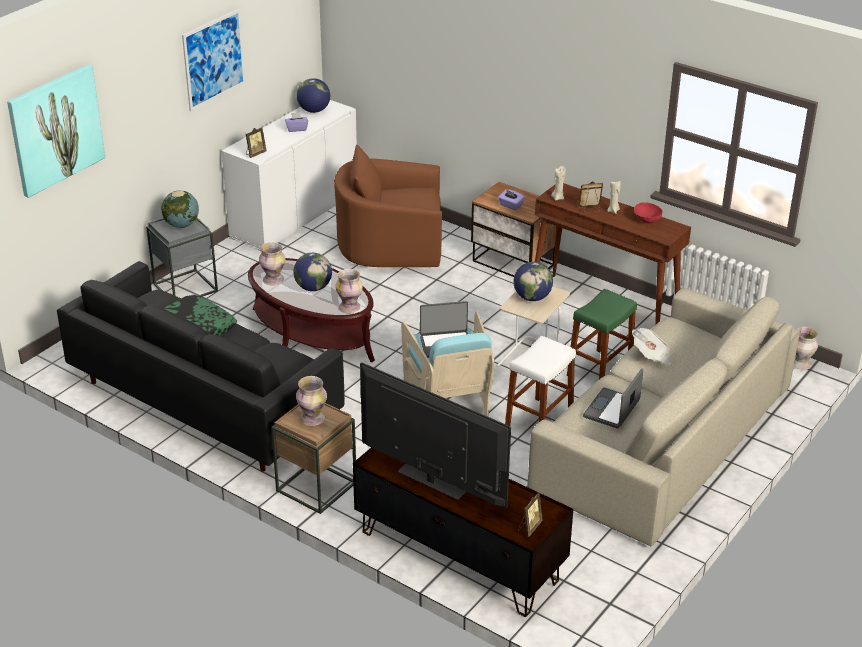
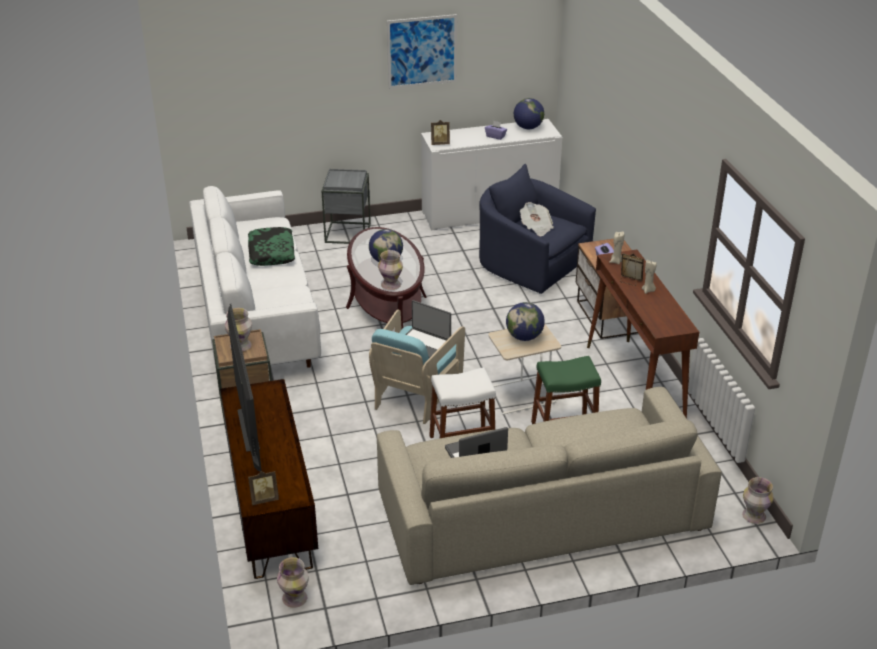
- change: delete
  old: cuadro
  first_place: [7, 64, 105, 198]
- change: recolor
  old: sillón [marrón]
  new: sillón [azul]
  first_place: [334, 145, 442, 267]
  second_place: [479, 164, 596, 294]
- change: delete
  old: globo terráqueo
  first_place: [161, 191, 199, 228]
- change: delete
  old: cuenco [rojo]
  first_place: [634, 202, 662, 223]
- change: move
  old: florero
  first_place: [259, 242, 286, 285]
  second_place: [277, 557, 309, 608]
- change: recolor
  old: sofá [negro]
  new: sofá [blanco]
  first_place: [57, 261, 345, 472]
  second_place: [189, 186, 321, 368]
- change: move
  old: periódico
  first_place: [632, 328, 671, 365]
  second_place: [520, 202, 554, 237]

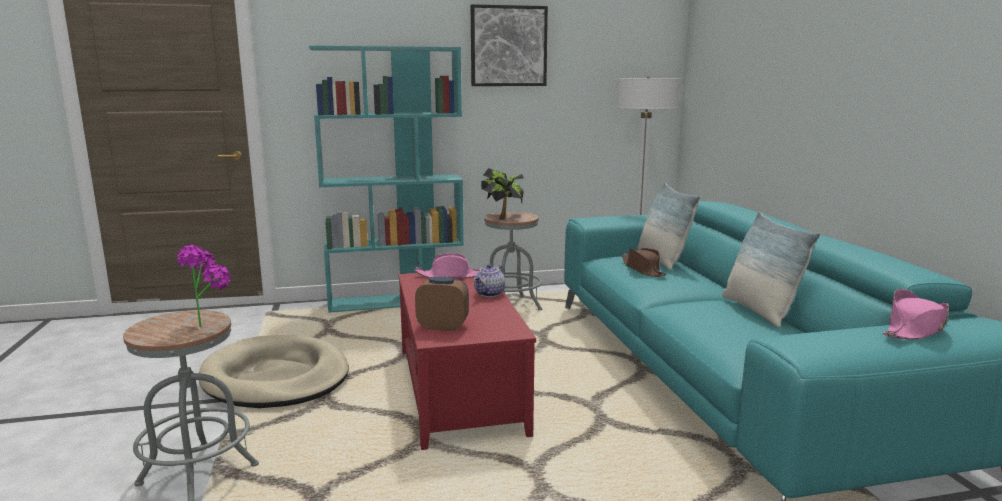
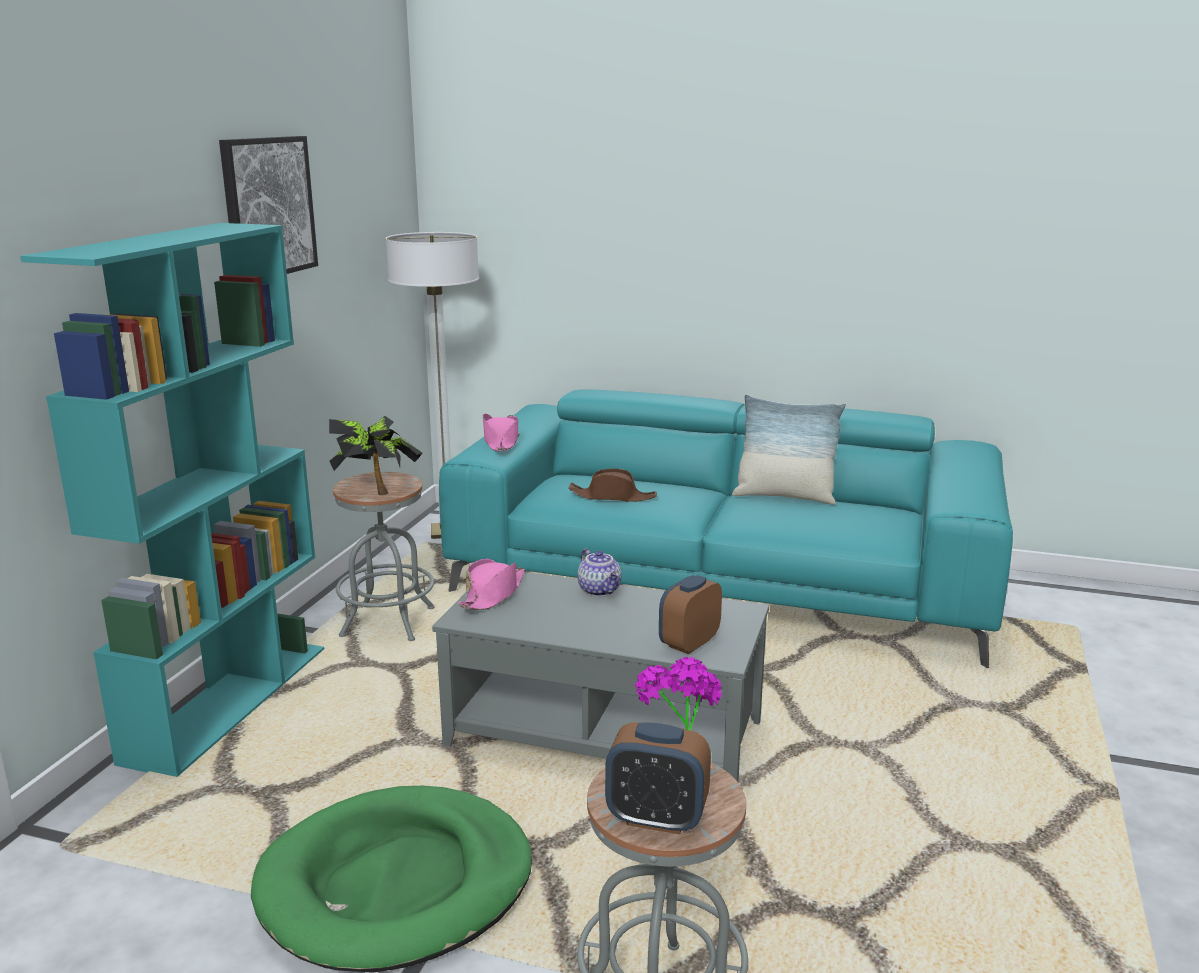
- change: delete
  old: cojín
  first_place: [637, 183, 700, 270]
- change: recolor
  old: mesa de centro [rojo]
  new: mesa de centro [gris]
  first_place: [398, 269, 536, 450]
  second_place: [432, 572, 769, 782]
- change: move
  old: sombrero [rosa]
  first_place: [883, 289, 949, 340]
  second_place: [483, 414, 519, 451]
- change: recolor
  old: cama para perro [beis]
  new: cama para perro [verde]
  first_place: [198, 335, 349, 408]
  second_place: [251, 786, 532, 973]
- change: insert
  new: despertador
  second_place: [605, 722, 711, 834]

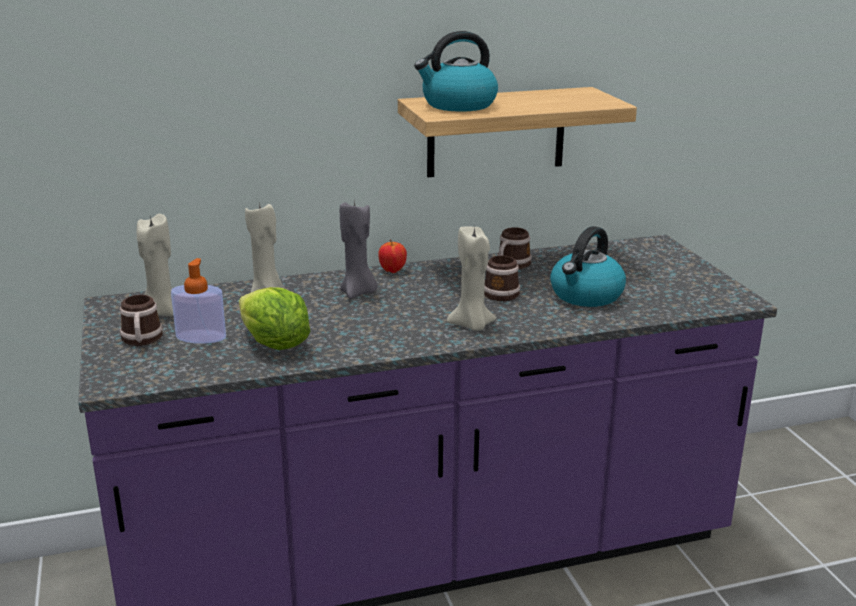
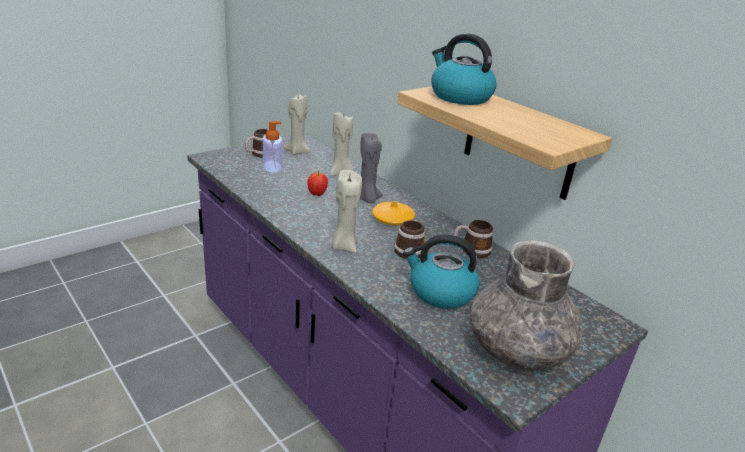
- change: move
  old: manzana
  first_place: [378, 239, 407, 273]
  second_place: [307, 171, 328, 196]
- change: delete
  old: lechuga
  first_place: [239, 287, 310, 350]
- change: insert
  new: florero [naranja]
  second_place: [372, 201, 415, 225]
- change: insert
  new: florero [gris]
  second_place: [470, 240, 582, 370]

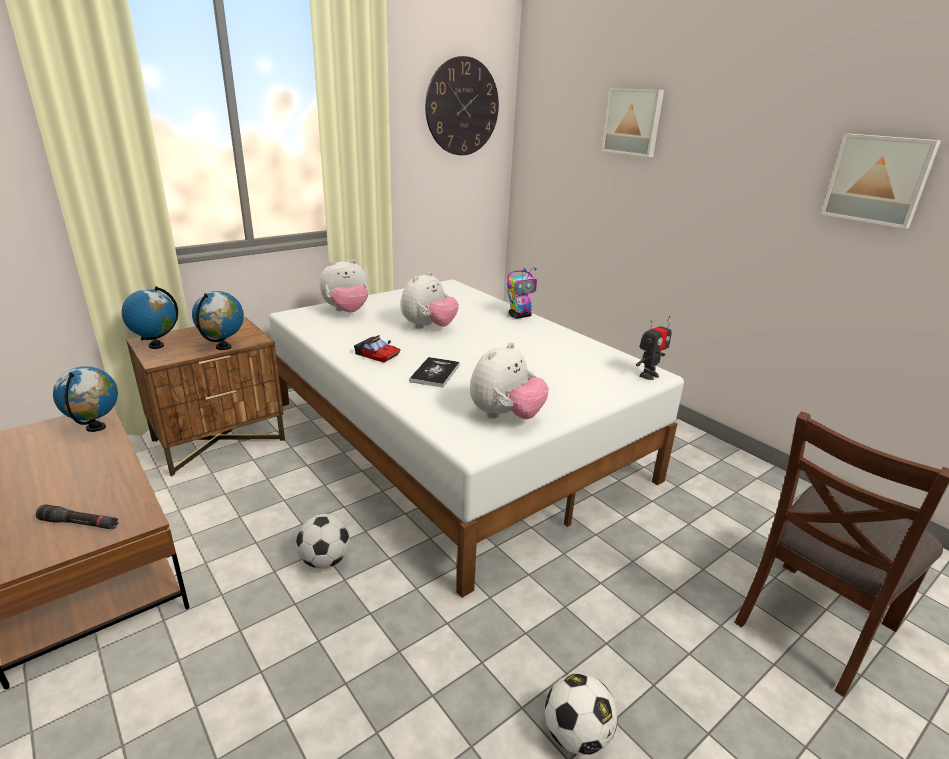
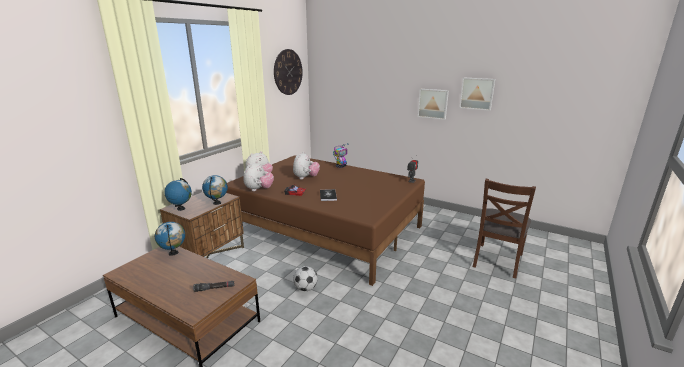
- change: move
  old: cuadro
  first_place: [602, 88, 664, 157]
  second_place: [418, 89, 449, 120]
- change: recolor
  old: cama [blanco]
  new: cama [marrón]
  first_place: [269, 279, 684, 598]
  second_place: [226, 155, 425, 286]
- change: move
  old: peluche
  first_place: [470, 342, 549, 419]
  second_place: [244, 161, 274, 191]
- change: delete
  old: balón de fútbol
  first_place: [545, 673, 618, 755]

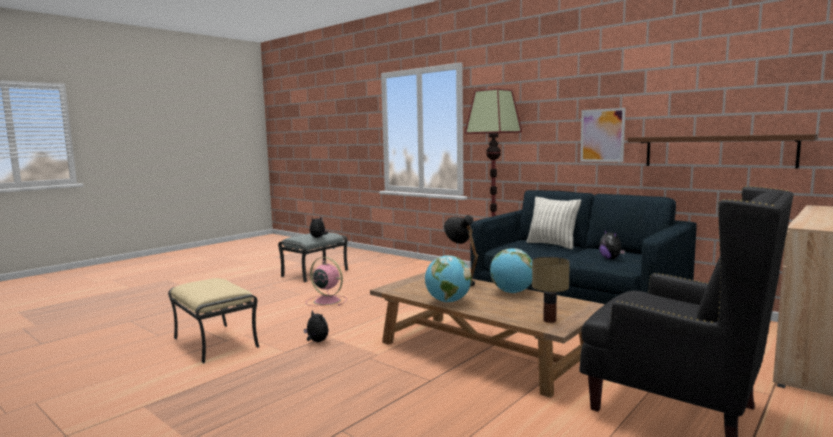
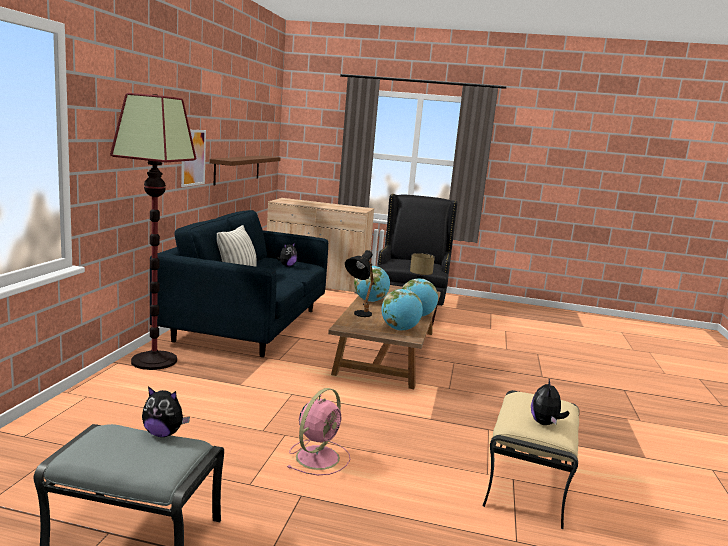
- change: rotate
  old: ventilador [rosa]
  first_place: [306, 257, 347, 306]
  second_place: [287, 388, 350, 475]
  degrees: -150
- change: move
  old: peluche
  first_place: [304, 310, 329, 342]
  second_place: [531, 379, 569, 425]
- change: insert
  new: globo terráqueo
  second_place: [382, 289, 423, 331]

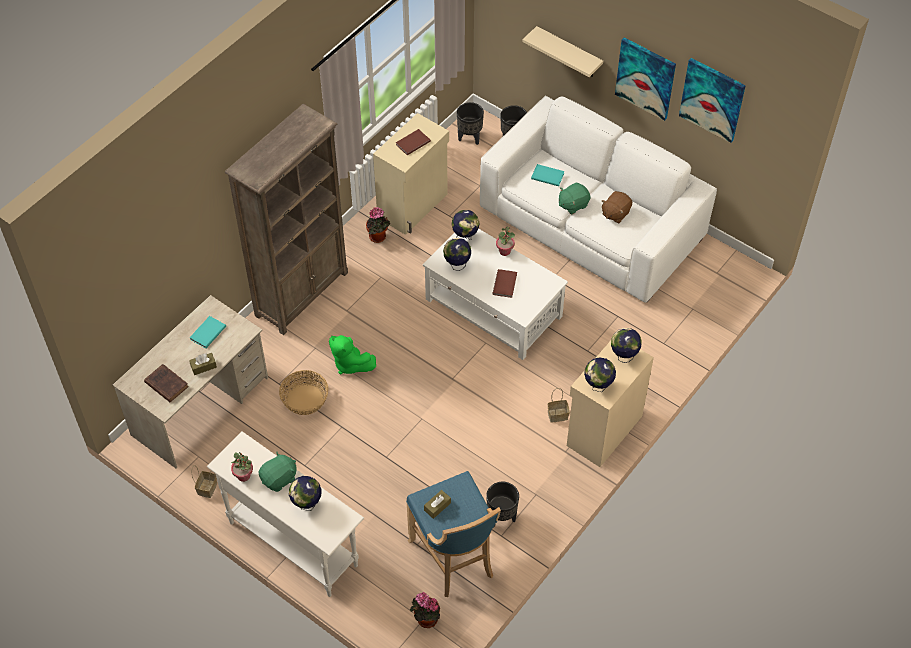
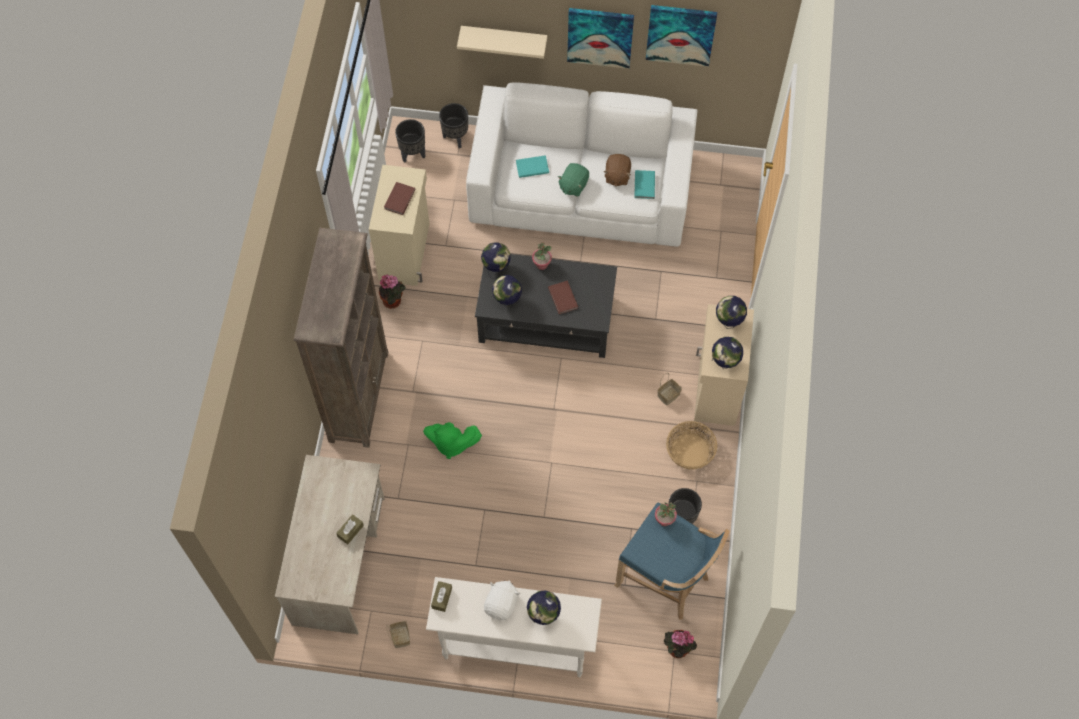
- change: recolor
  old: mesa de centro [blanco]
  new: mesa de centro [negro]
  first_place: [423, 229, 568, 360]
  second_place: [475, 254, 617, 358]
- change: move
  old: libro [turquesa]
  first_place: [190, 316, 226, 348]
  second_place: [634, 170, 655, 199]
- change: delete
  old: libro [marrón]
  first_place: [144, 364, 189, 402]
- change: move
  old: cesta
  first_place: [279, 370, 328, 415]
  second_place: [666, 421, 717, 470]
- change: move
  old: planta en maceta
  first_place: [231, 452, 253, 482]
  second_place: [655, 502, 677, 526]
- change: recolor
  old: peluche [verde]
  new: peluche [blanco]
  first_place: [259, 452, 296, 492]
  second_place: [484, 580, 521, 620]
- change: move
  old: caja de pañuelos [marrón]
  first_place: [424, 490, 451, 519]
  second_place: [431, 581, 452, 612]

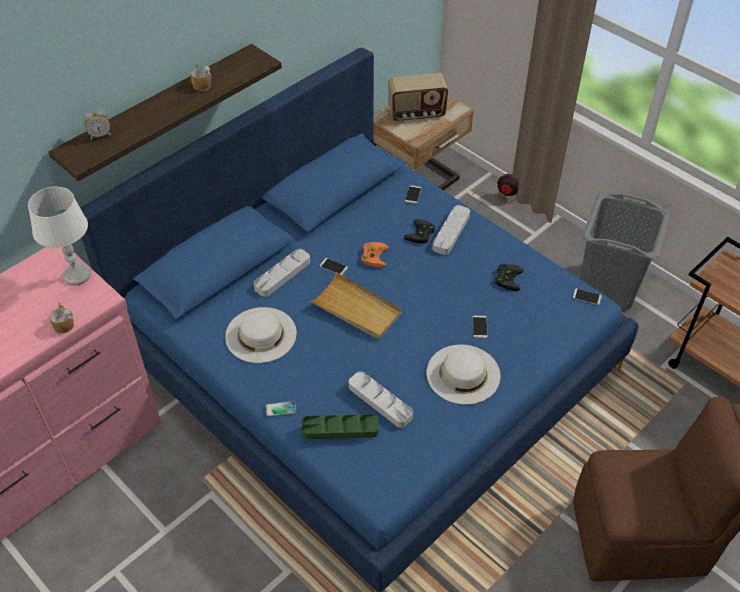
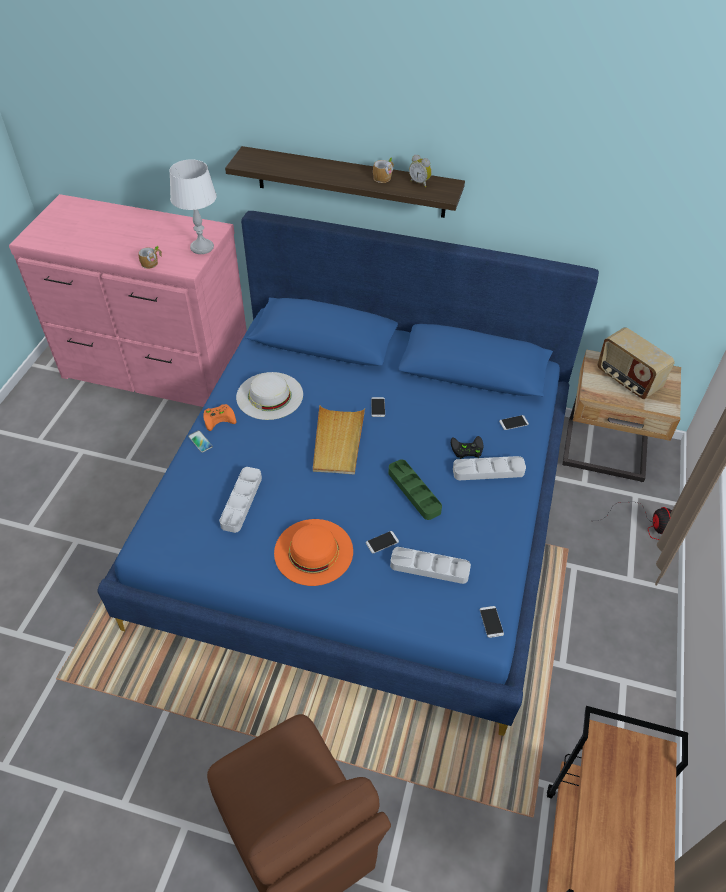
- change: move
  old: despertador
  first_place: [84, 109, 111, 140]
  second_place: [409, 155, 432, 187]
- change: delete
  old: cesto de la ropa [gris]
  first_place: [580, 193, 670, 310]
- change: move
  old: mando de consola [naranja]
  first_place: [361, 242, 389, 268]
  second_place: [203, 404, 236, 431]
- change: move
  old: bandeja [gris]
  first_place: [254, 249, 310, 297]
  second_place: [390, 547, 471, 584]
- change: delete
  old: mando de consola [negro]
  first_place: [495, 264, 523, 291]
- change: recolor
  old: sombrero [blanco]
  new: sombrero [naranja]
  first_place: [427, 345, 501, 405]
  second_place: [274, 519, 353, 586]
- change: move
  old: bandeja [verde]
  first_place: [302, 414, 379, 439]
  second_place: [389, 459, 442, 520]

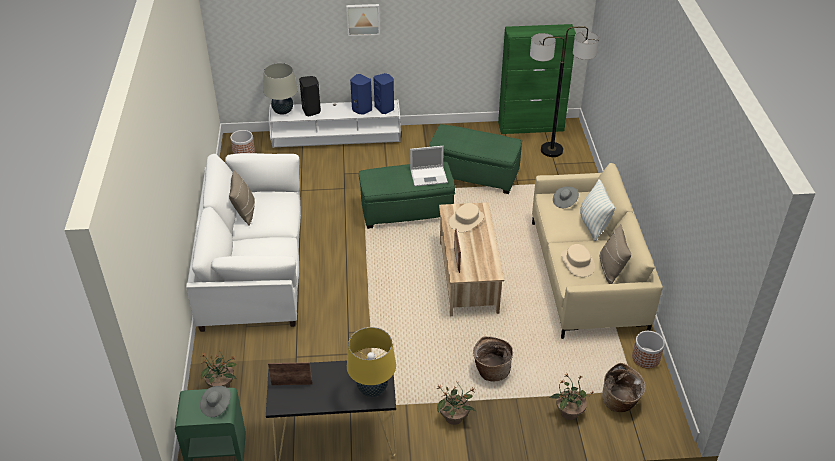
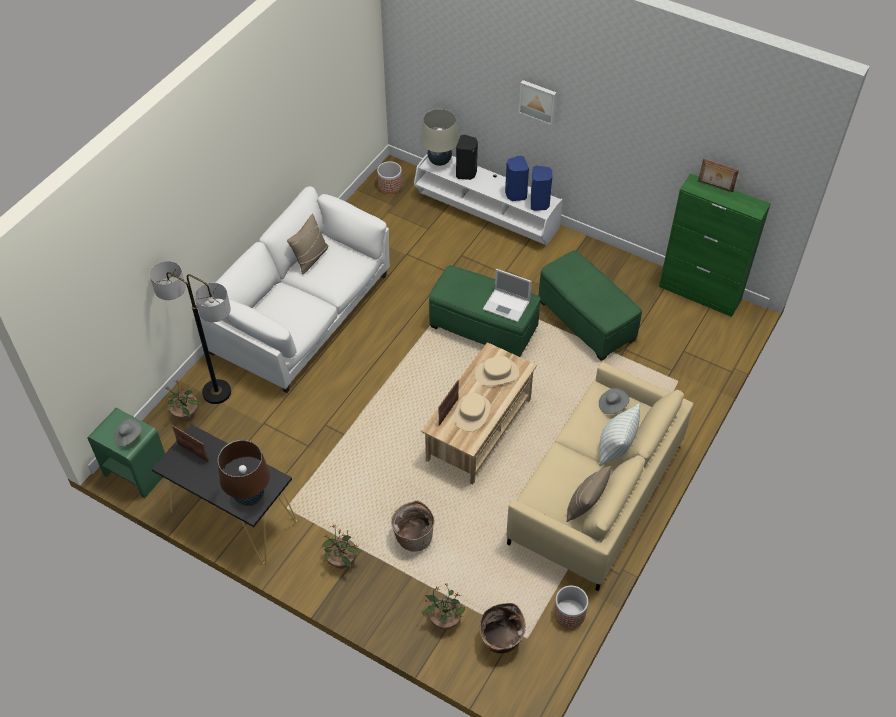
- change: move
  old: lámpara de pie
  first_place: [530, 27, 599, 157]
  second_place: [150, 261, 231, 404]
- change: move
  old: sombrero [beis]
  first_place: [561, 244, 595, 277]
  second_place: [454, 393, 490, 432]
- change: recolor
  old: lámpara de mesa [amarillo]
  new: lámpara de mesa [marrón]
  first_place: [347, 327, 396, 397]
  second_place: [218, 440, 270, 506]
- change: insert
  new: portarretratos
  second_place: [698, 159, 739, 192]

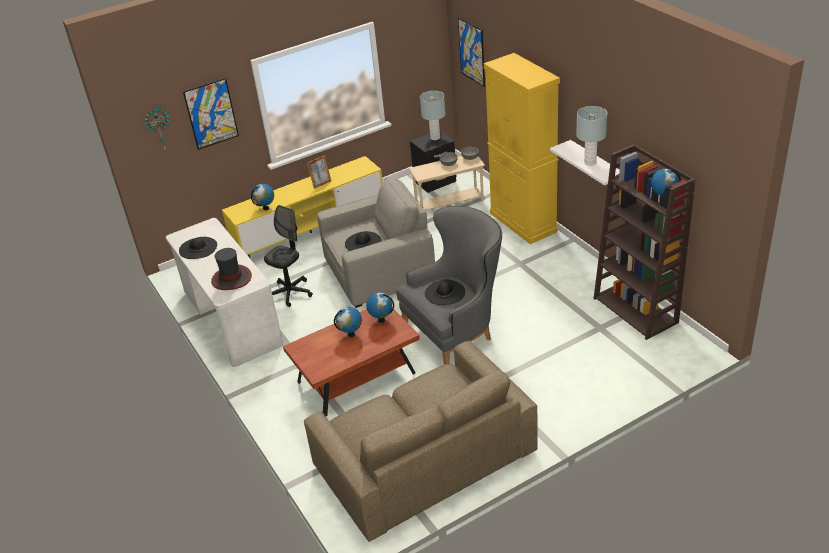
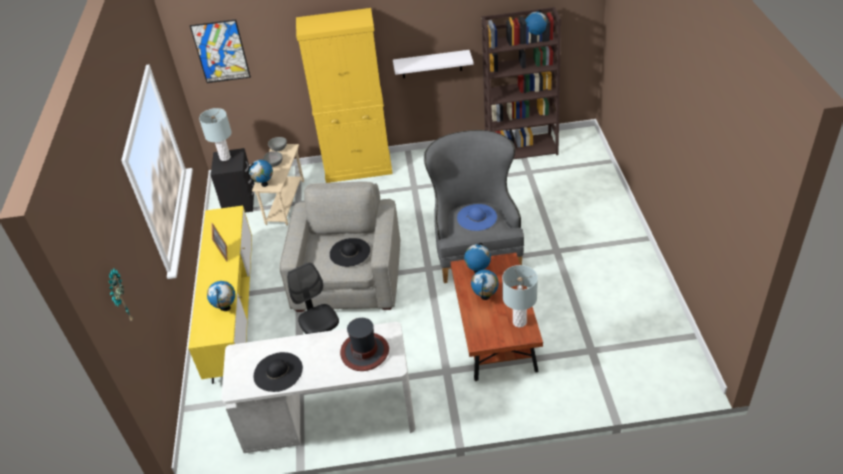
- change: delete
  old: cuadro
  first_place: [183, 78, 239, 150]
- change: move
  old: lámpara de mesa [gris]
  first_place: [576, 106, 607, 166]
  second_place: [502, 265, 538, 327]
- change: recolor
  old: sombrero [negro]
  new: sombrero [azul]
  first_place: [425, 280, 465, 305]
  second_place: [457, 204, 497, 231]
- change: delete
  old: sofá [marrón]
  first_place: [304, 341, 538, 542]
- change: insert
  new: globo terráqueo
  second_place: [248, 160, 273, 187]

